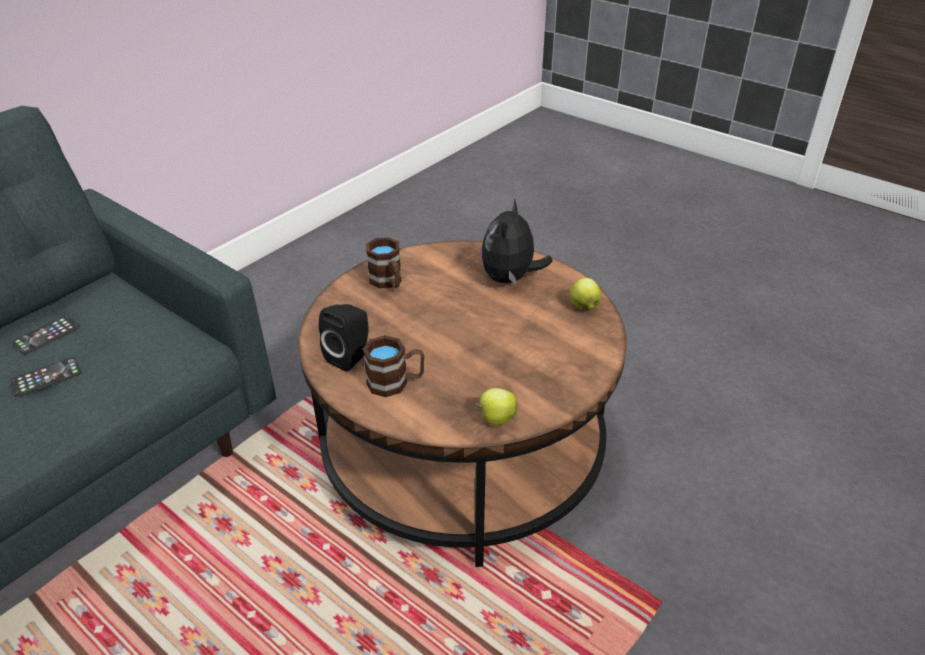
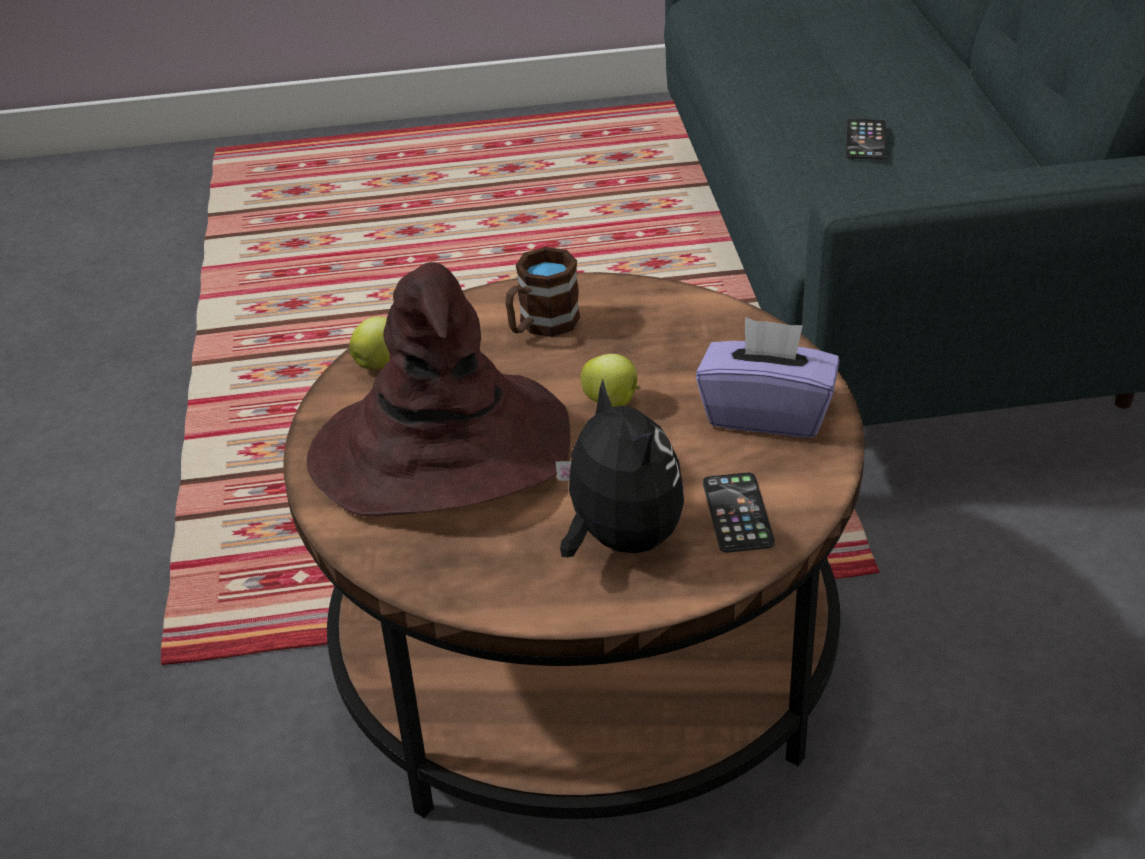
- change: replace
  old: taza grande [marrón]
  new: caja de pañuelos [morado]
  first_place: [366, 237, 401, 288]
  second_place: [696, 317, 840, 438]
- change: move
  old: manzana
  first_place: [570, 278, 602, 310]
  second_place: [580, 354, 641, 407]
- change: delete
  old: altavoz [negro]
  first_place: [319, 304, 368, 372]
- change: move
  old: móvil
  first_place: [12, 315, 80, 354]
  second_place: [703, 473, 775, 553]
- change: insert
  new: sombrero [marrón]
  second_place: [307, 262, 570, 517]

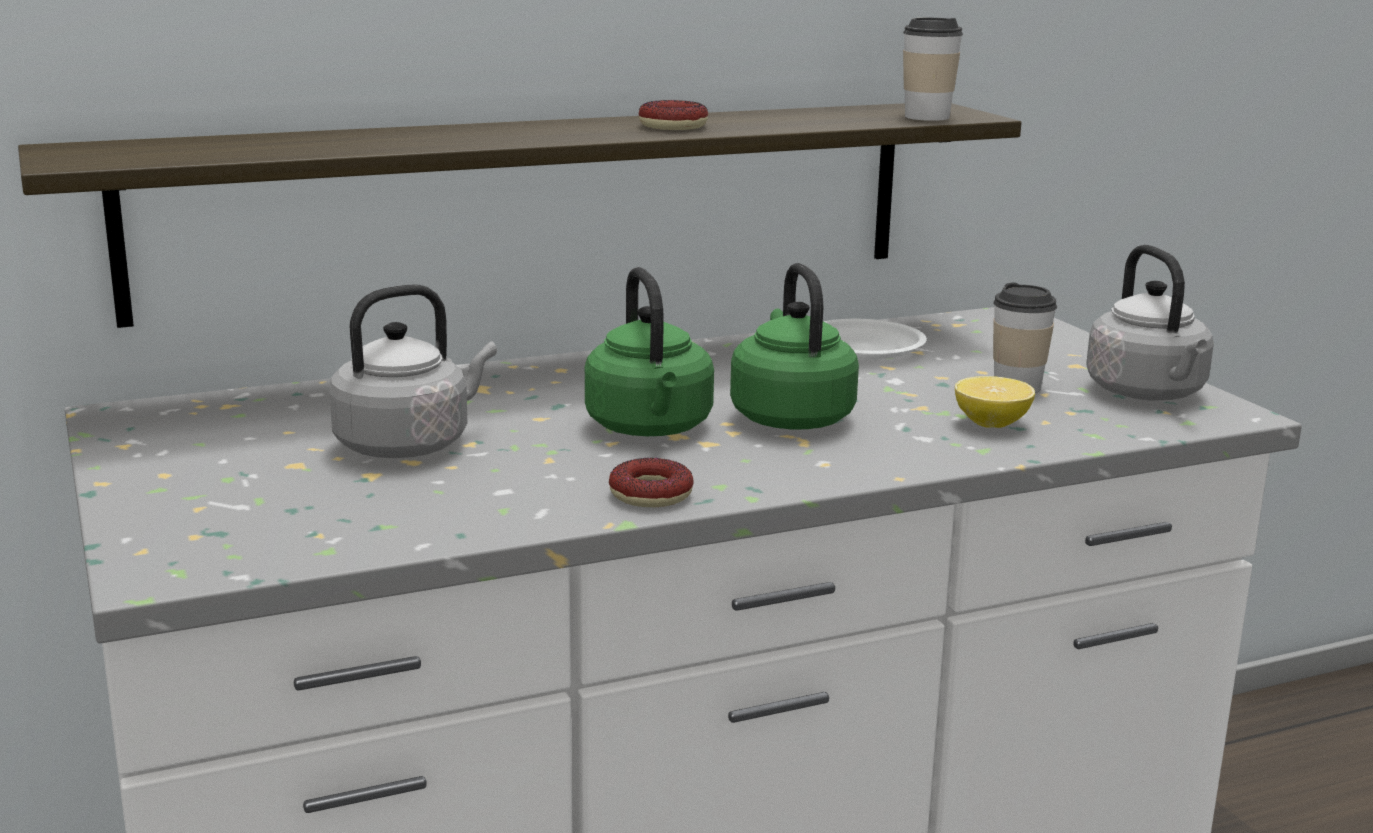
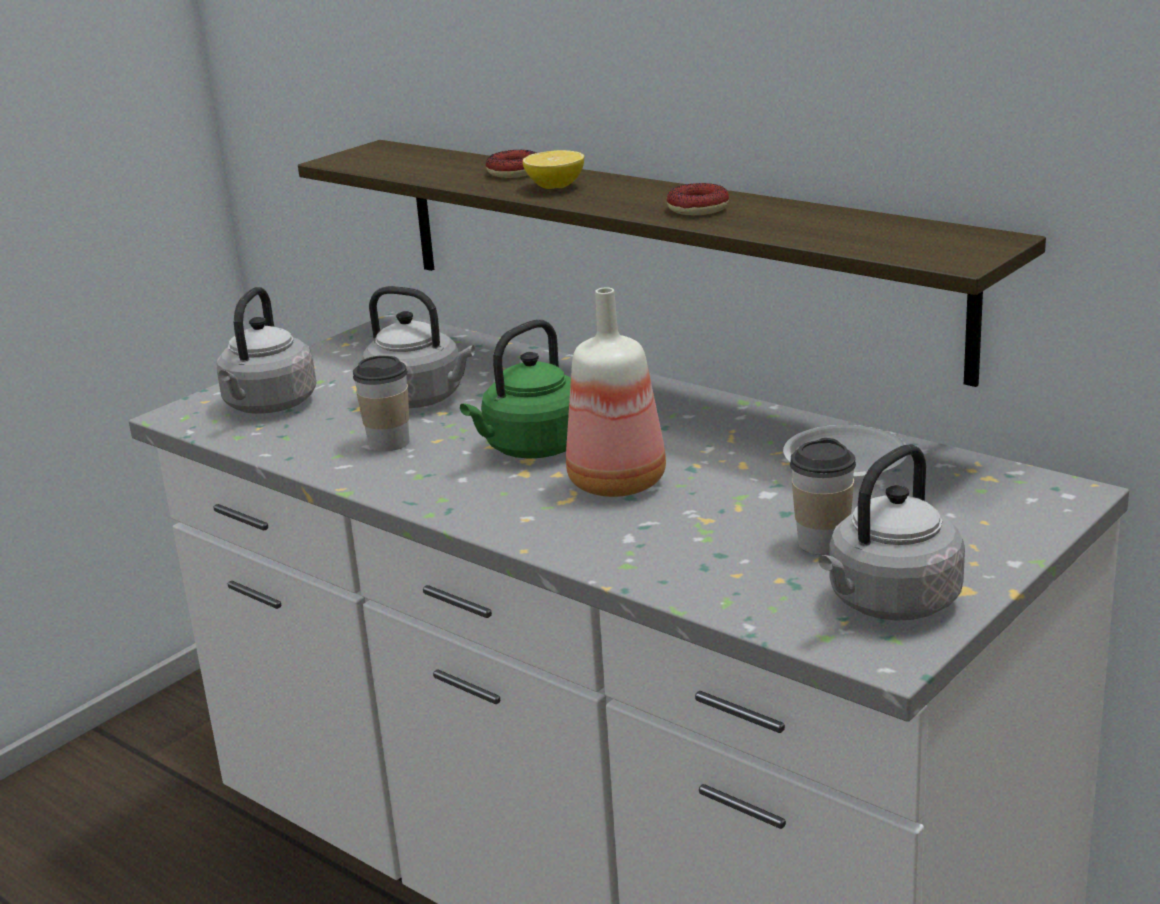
- change: move
  old: taza
  first_place: [903, 18, 963, 121]
  second_place: [353, 355, 409, 451]
- change: replace
  old: hervidor [verde]
  new: botella
  first_place: [730, 263, 859, 429]
  second_place: [566, 287, 666, 497]
- change: move
  old: limón
  first_place: [955, 376, 1035, 428]
  second_place: [523, 150, 584, 189]
- change: move
  old: rosquilla
  first_place: [609, 458, 694, 507]
  second_place: [486, 150, 536, 178]
- change: insert
  new: hervidor [gris]
  second_place: [216, 287, 317, 414]

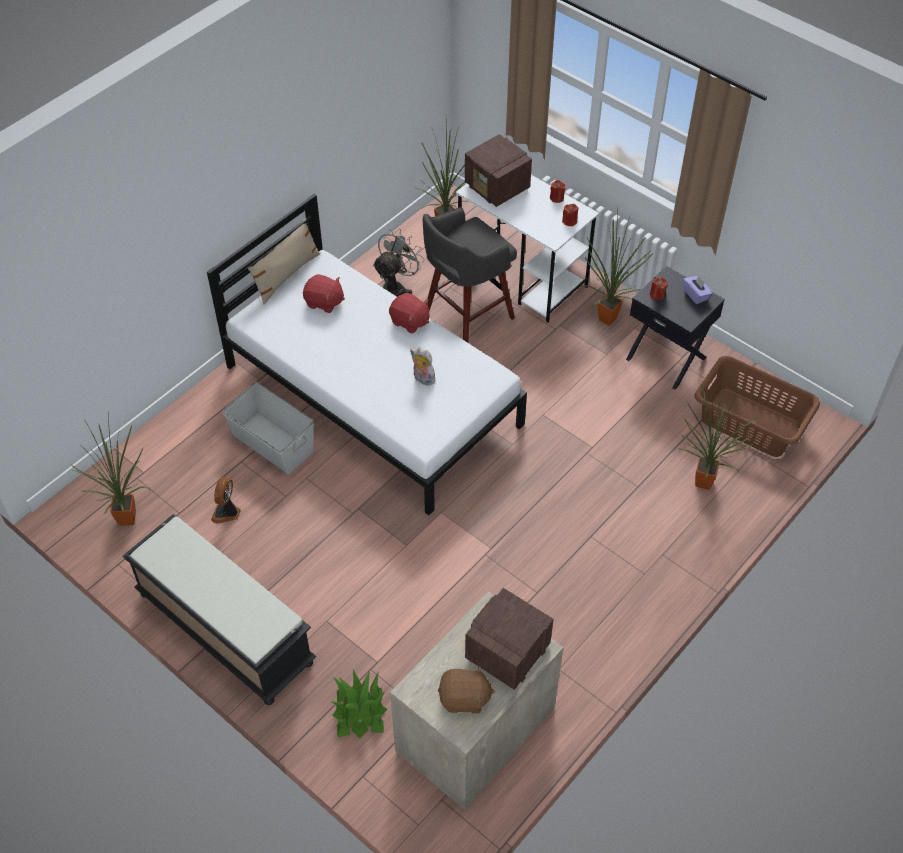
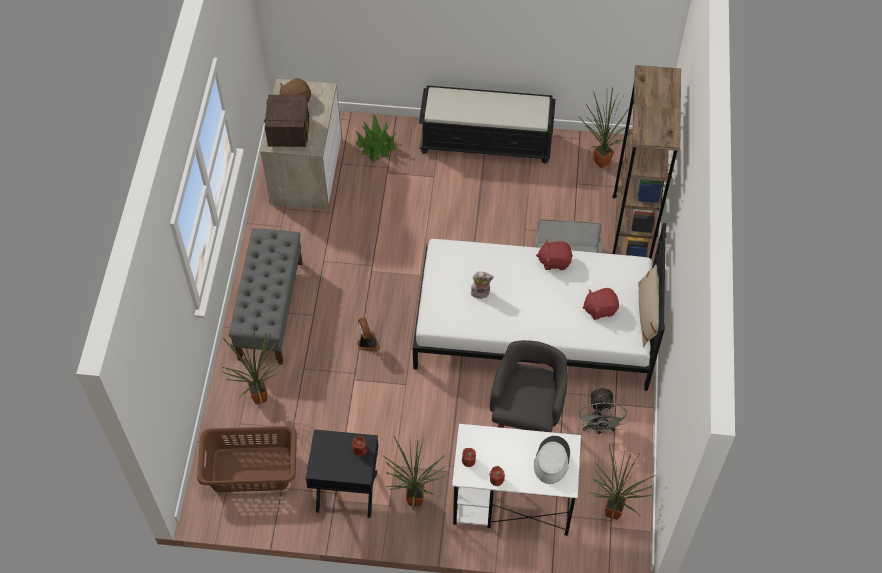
- change: replace
  old: radio
  new: sombrero [gris]
  first_place: [465, 134, 532, 207]
  second_place: [534, 436, 570, 484]
- change: delete
  old: caja de pañuelos [morado]
  first_place: [683, 275, 712, 304]
- change: move
  old: peluche [rojo]
  first_place: [389, 293, 429, 333]
  second_place: [536, 239, 573, 270]
- change: move
  old: ventilador
  first_place: [211, 476, 241, 523]
  second_place: [357, 317, 380, 352]
- change: insert
  new: estantería [marrón]
  second_place: [612, 65, 681, 259]
- change: insert
  new: banco [gris]
  second_place: [229, 228, 302, 365]

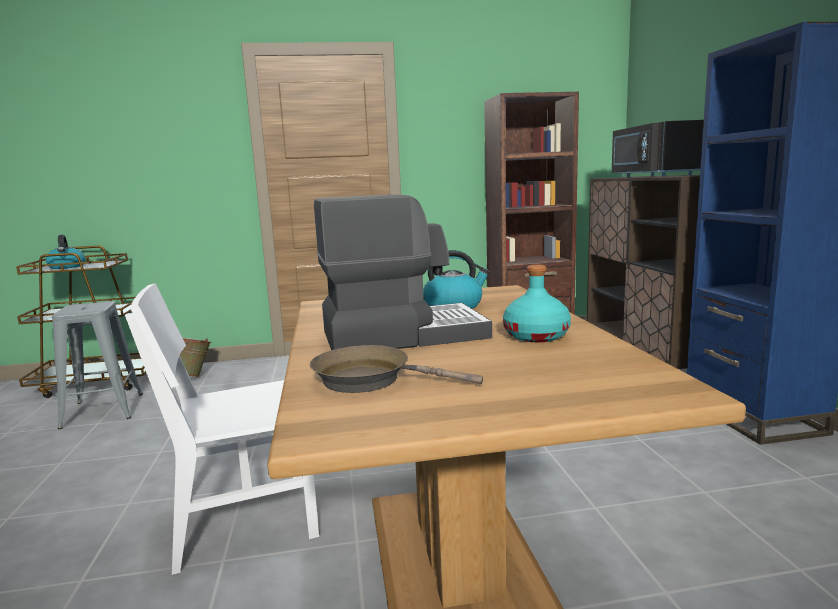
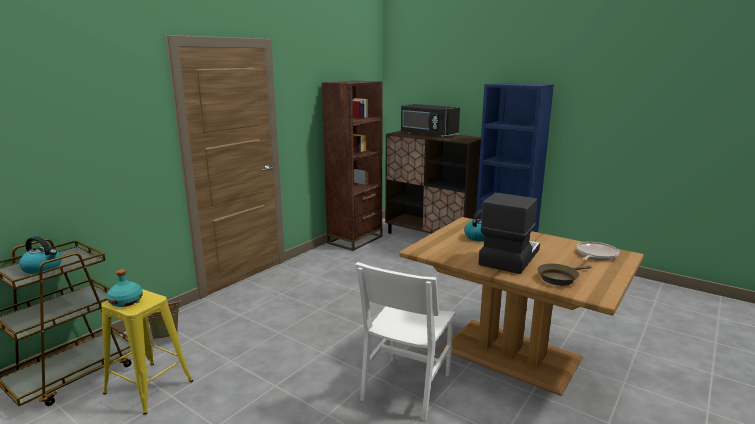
- change: move
  old: botella [turquesa]
  first_place: [503, 265, 571, 342]
  second_place: [107, 269, 143, 307]
- change: recolor
  old: taburete [gris]
  new: taburete [amarillo]
  first_place: [52, 301, 143, 429]
  second_place: [101, 289, 193, 415]
- change: insert
  new: sartén
  second_place: [577, 242, 619, 260]

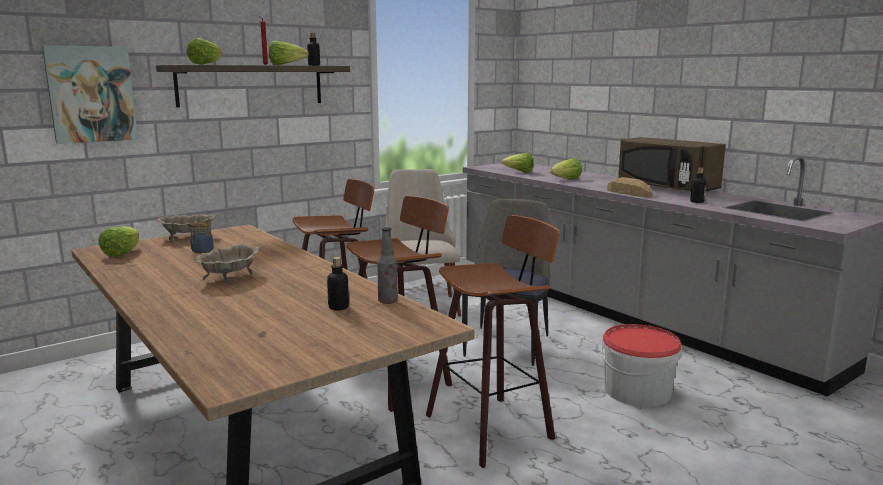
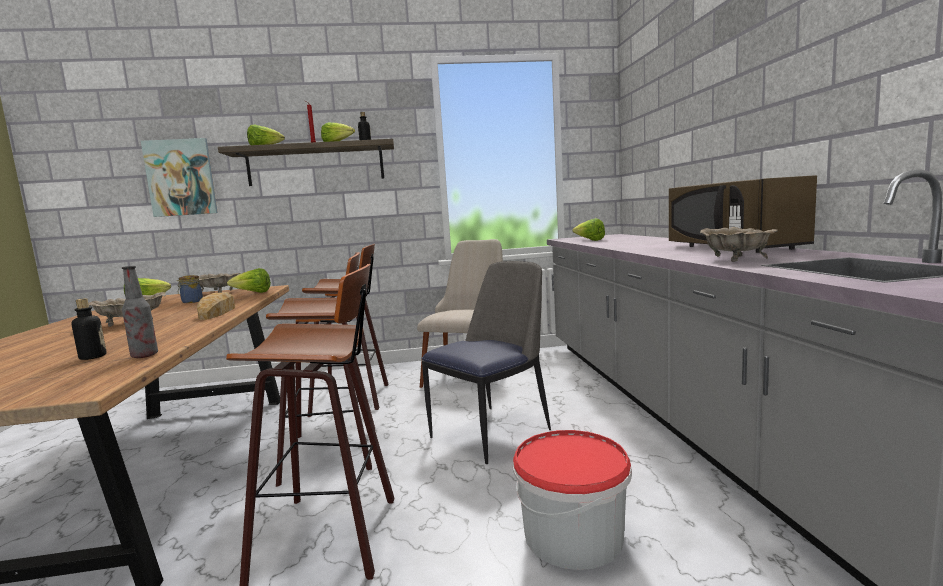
- change: move
  old: lechuga
  first_place: [550, 158, 582, 179]
  second_place: [227, 268, 271, 293]
- change: replace
  old: botella
  new: cuenco [beis]
  first_place: [690, 167, 706, 203]
  second_place: [700, 227, 778, 262]
- change: move
  old: pan
  first_place: [607, 177, 652, 197]
  second_place: [197, 292, 235, 320]

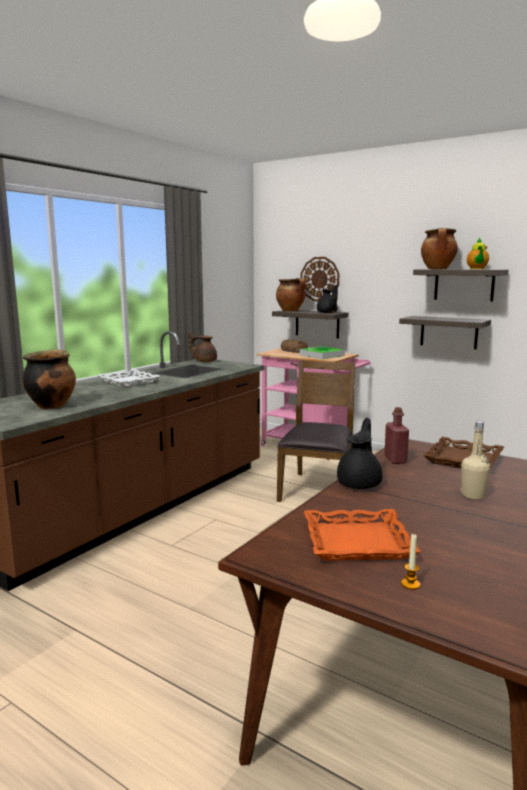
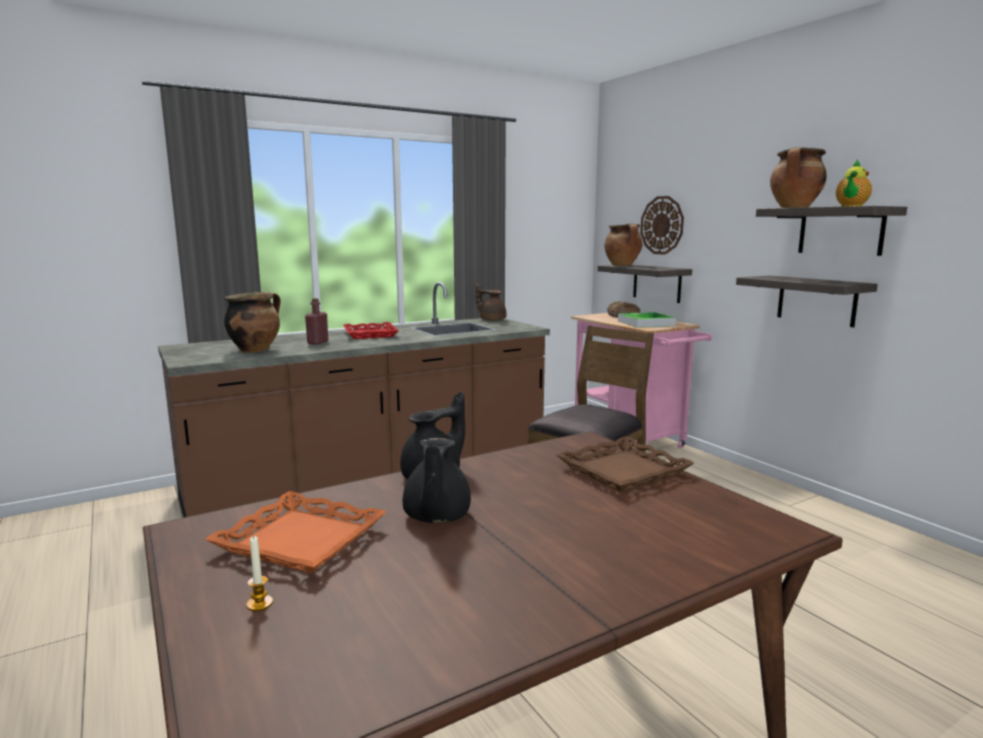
- change: move
  old: tetera [negro]
  first_place: [317, 285, 338, 313]
  second_place: [403, 438, 471, 523]
- change: recolor
  old: bandeja [blanco]
  new: bandeja [rojo]
  first_place: [97, 369, 160, 387]
  second_place: [343, 322, 399, 339]
- change: move
  old: botella [rojo]
  first_place: [384, 407, 409, 464]
  second_place: [305, 298, 328, 345]
- change: delete
  old: botella [beis]
  first_place: [461, 421, 490, 500]

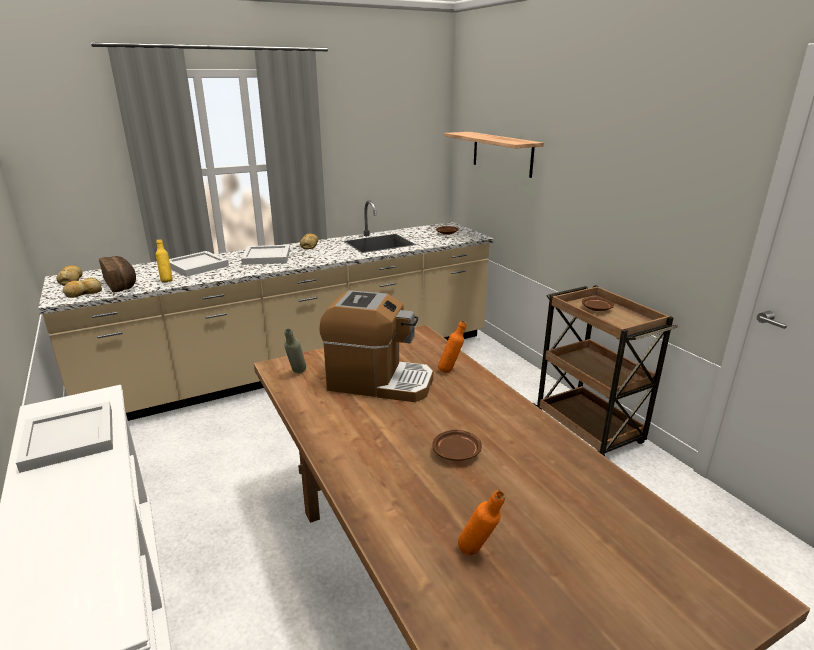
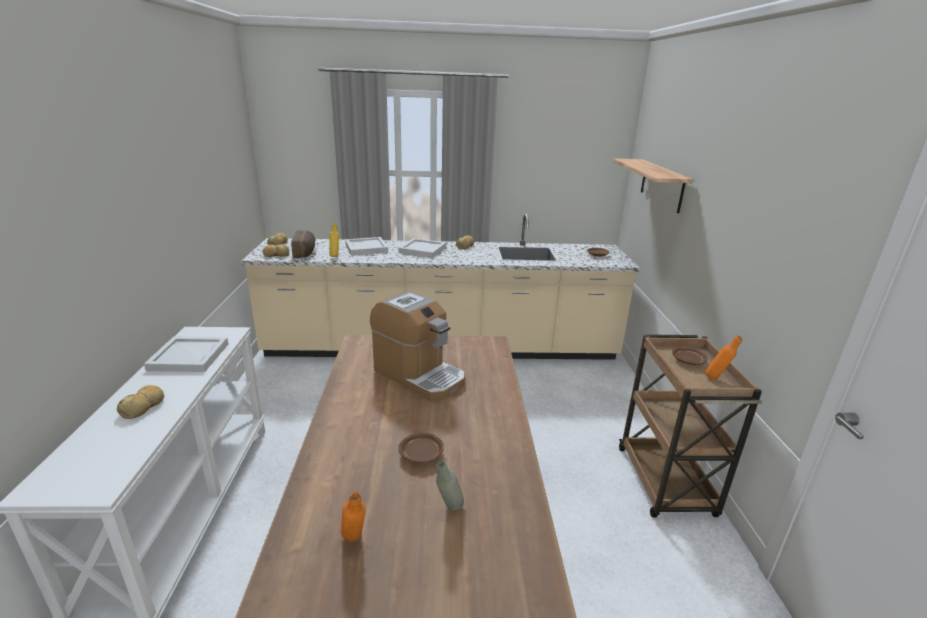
- change: move
  old: botella [naranja]
  first_place: [438, 320, 467, 373]
  second_place: [705, 336, 743, 380]
- change: move
  old: botella [gris]
  first_place: [284, 328, 306, 373]
  second_place: [436, 461, 464, 511]
- change: insert
  new: pan
  second_place: [117, 385, 164, 419]

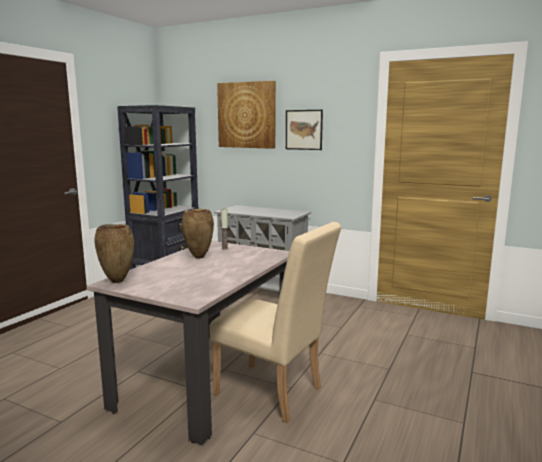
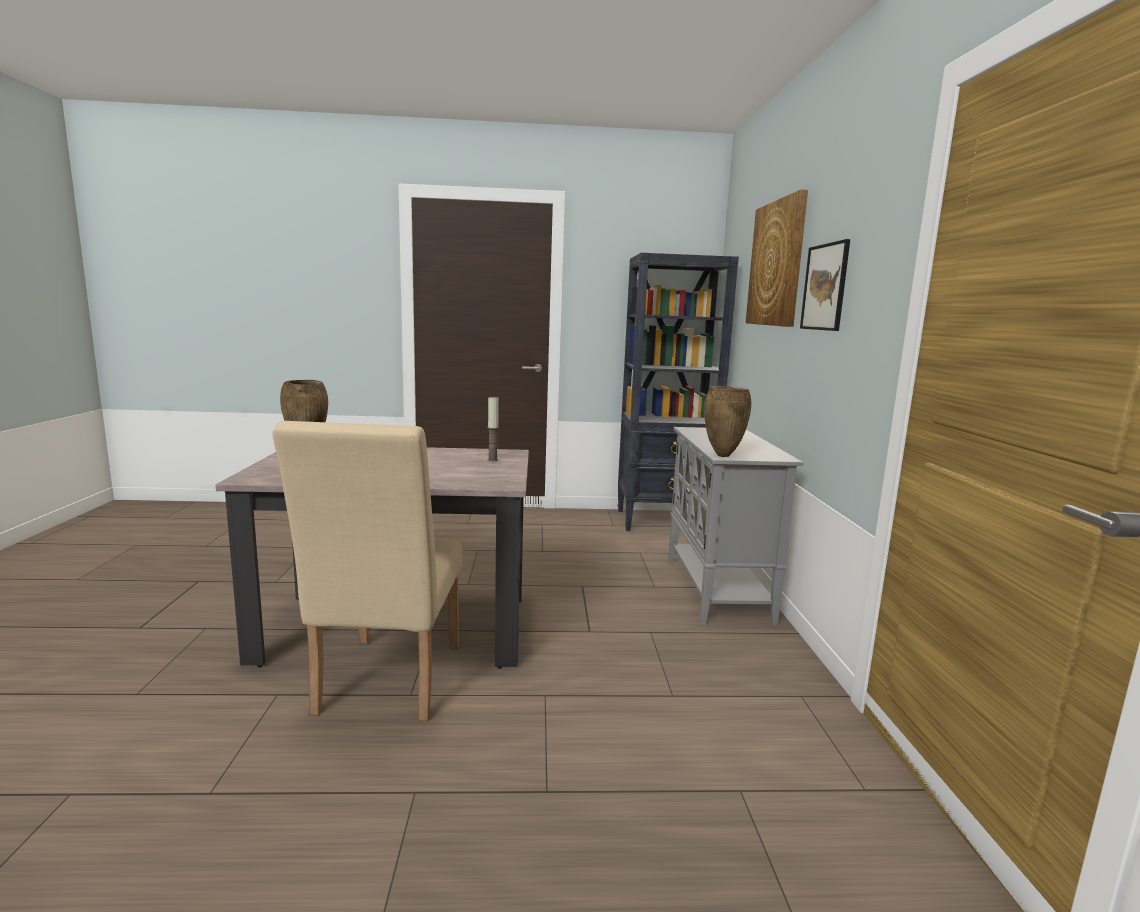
- change: move
  old: florero [marrón]
  first_place: [182, 209, 214, 259]
  second_place: [704, 386, 751, 457]

